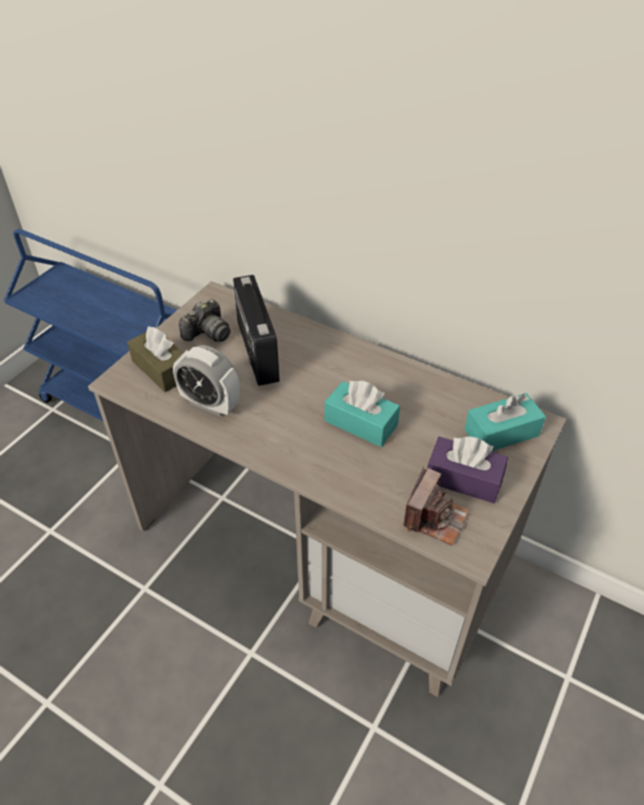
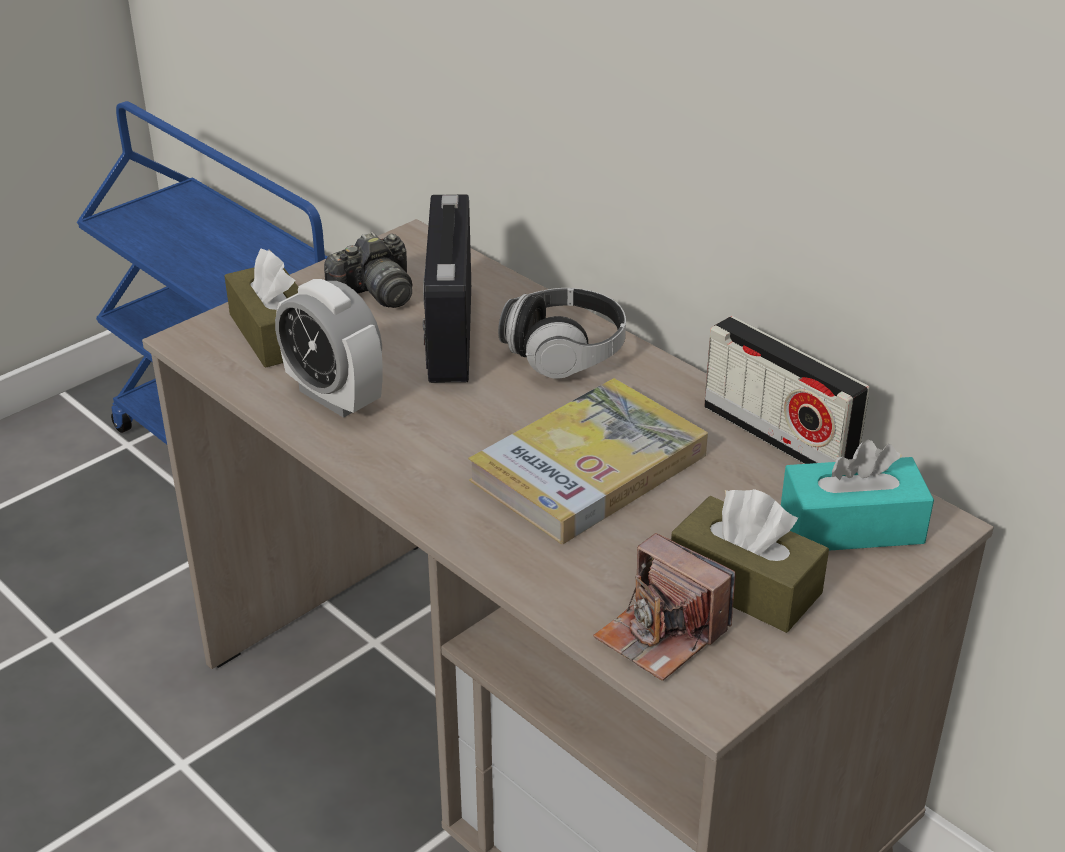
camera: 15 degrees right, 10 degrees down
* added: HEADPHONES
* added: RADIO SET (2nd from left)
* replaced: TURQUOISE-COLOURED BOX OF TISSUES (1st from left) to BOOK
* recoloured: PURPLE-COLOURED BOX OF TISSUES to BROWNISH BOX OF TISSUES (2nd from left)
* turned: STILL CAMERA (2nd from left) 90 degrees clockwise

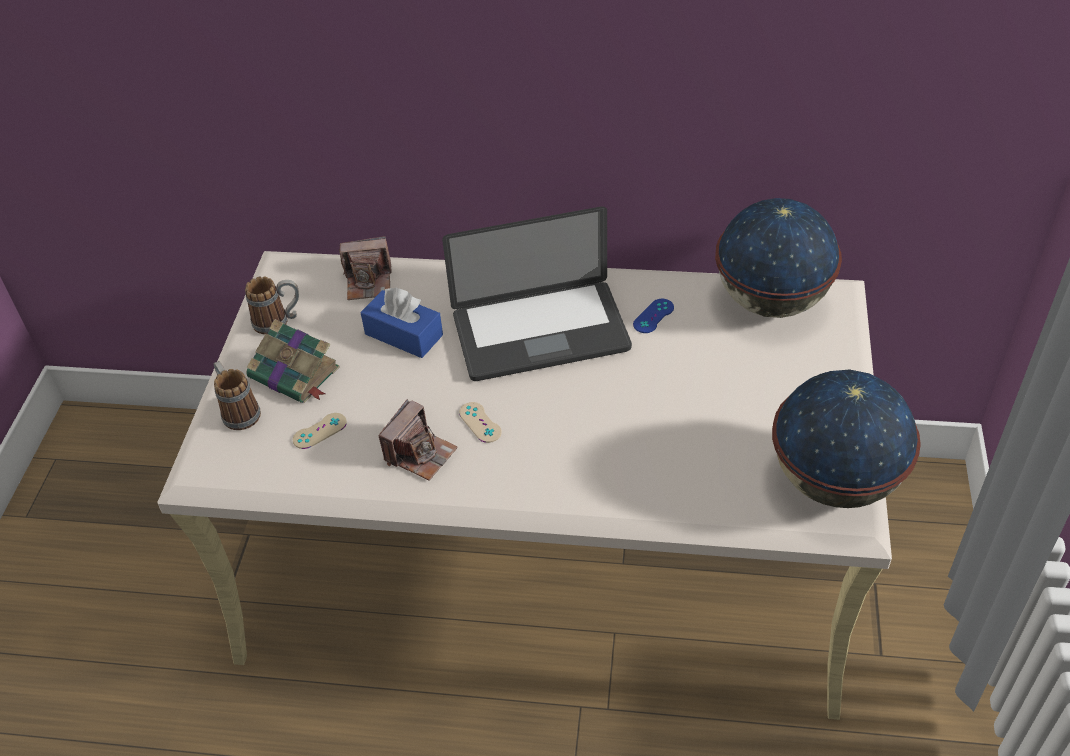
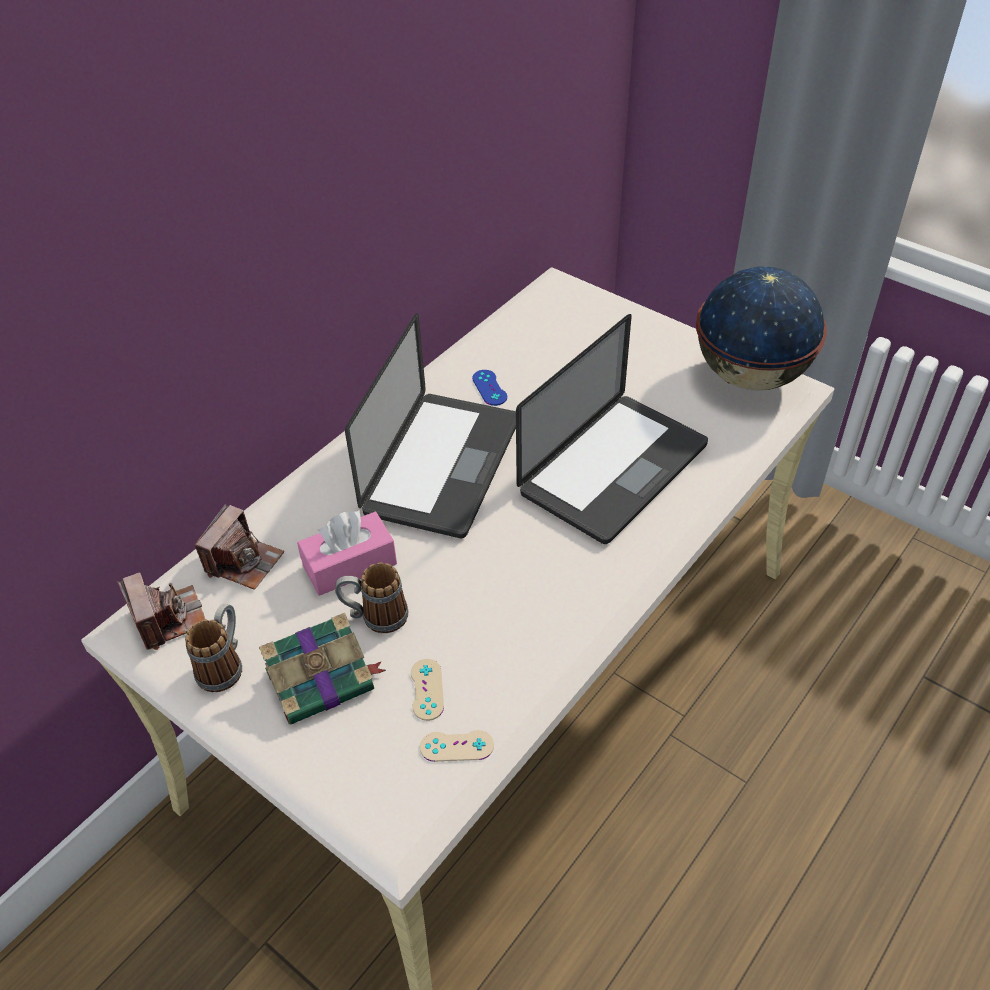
camera: 60 degrees left, 0 degrees up
* removed: DESK GLOBE (1st from left)
* added: LAPTOP (2nd from left)
* moved: MUG (1st from left in the first image) to MUG (2nd from left)
* moved: STILL CAMERA (2nd from left in the first image) to STILL CAMERA (1st from left)
* moved: BEIGE GAME CONTROLLER (2nd from left)
* recoloured: BLUE-COLOURED BOX OF TISSUES to PINK BOX OF TISSUES

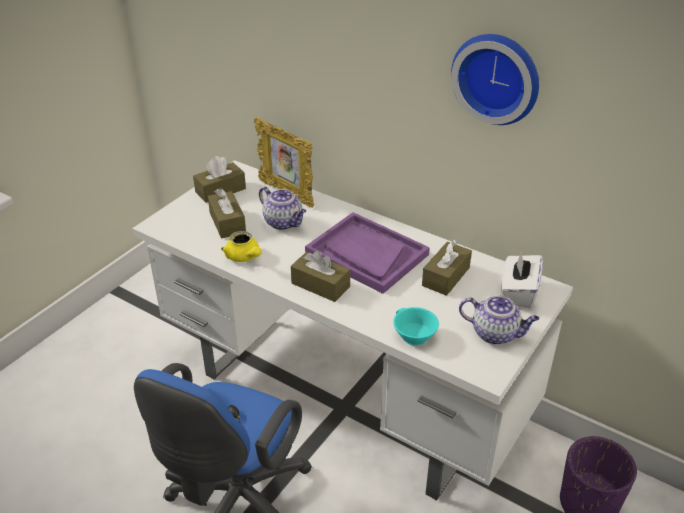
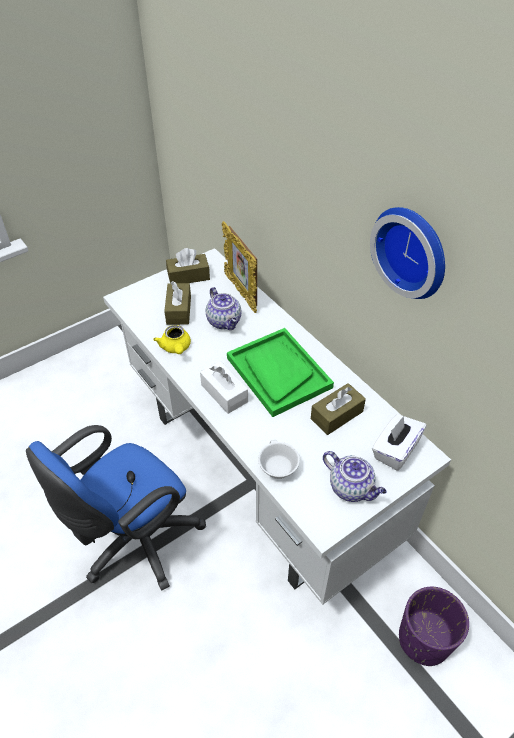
camera: 20 degrees right, 10 degrees up
* recoloured: BROWNISH BOX OF TISSUES (3rd from left) to WHITE-COLOURED BOX OF TISSUES (1st from left)
* recoloured: PURPLE-COLOURED TRAY to GREENISH TRAY
* recoloured: TURQUOISE-COLOURED DRINKING CUP to WHITE-COLOURED DRINKING CUP

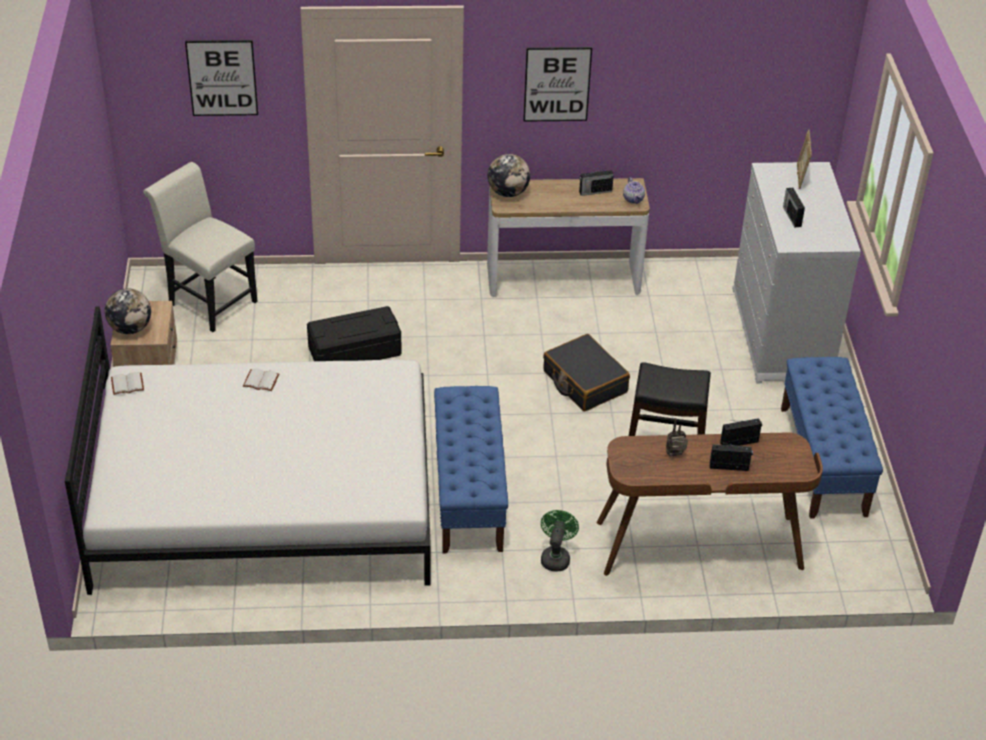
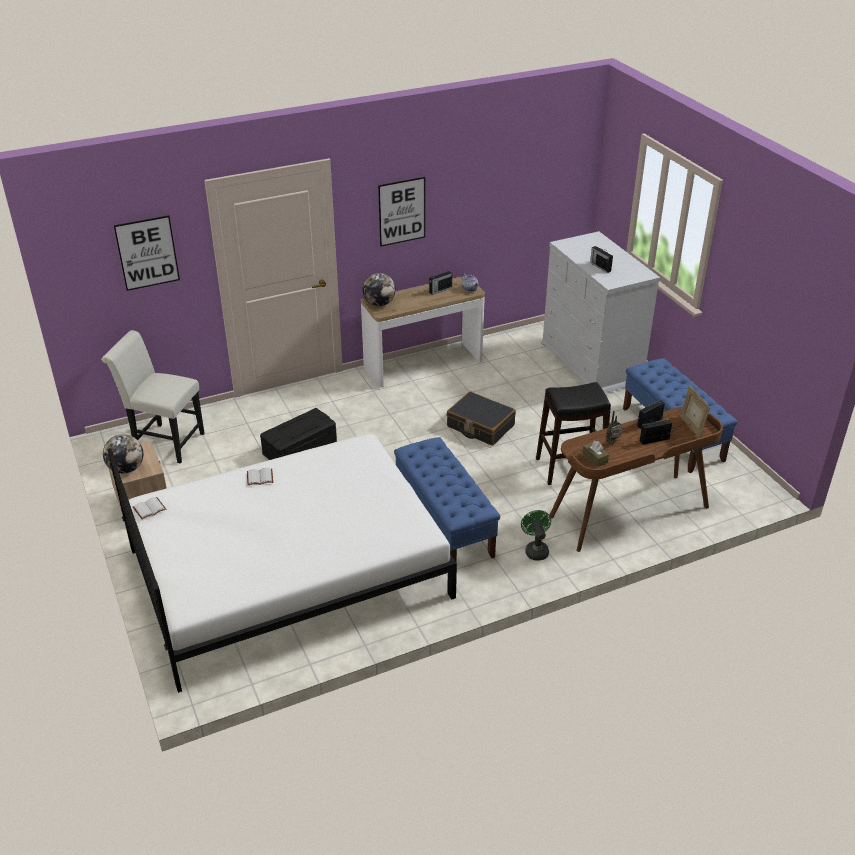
camera: 20 degrees left, 5 degrees down
* added: BROWNISH BOX OF TISSUES
* moved: PHOTO FRAME

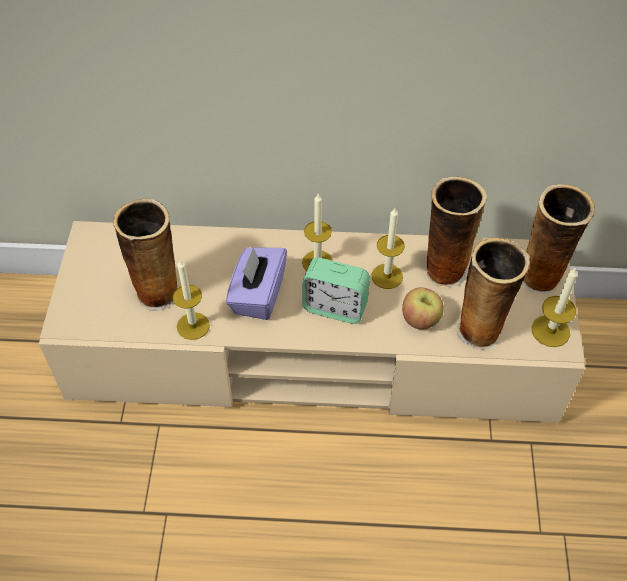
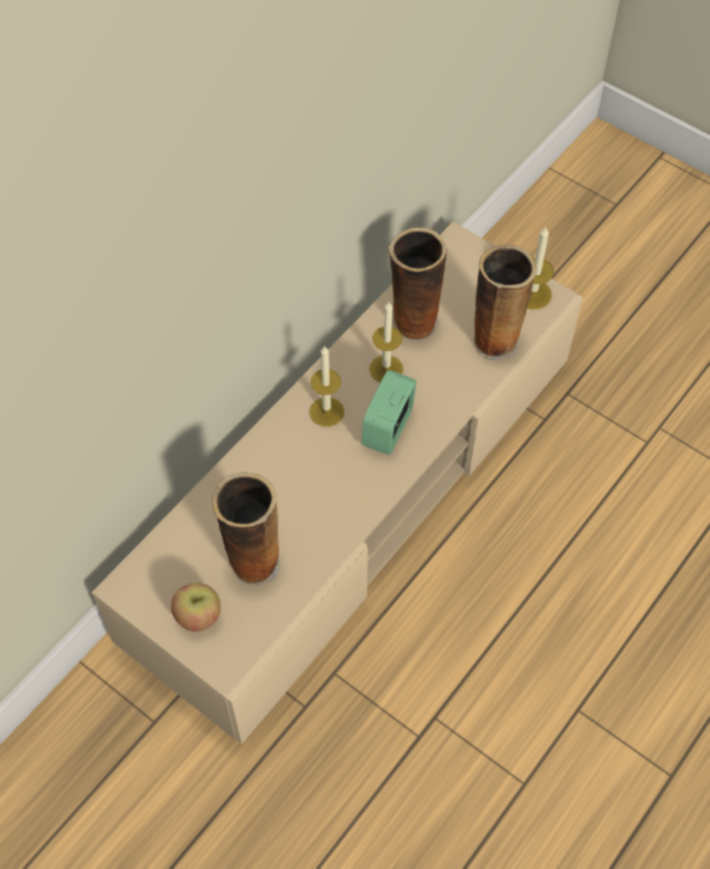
camera: 55 degrees left, 5 degrees up
* removed: CANDLE (1st from left)
* removed: PURPLE-COLOURED BOX OF TISSUES
* removed: FLOWER VASE (4th from left)
* moved: APPLE
* turned: BEDSIDE CLOCK 150 degrees clockwise

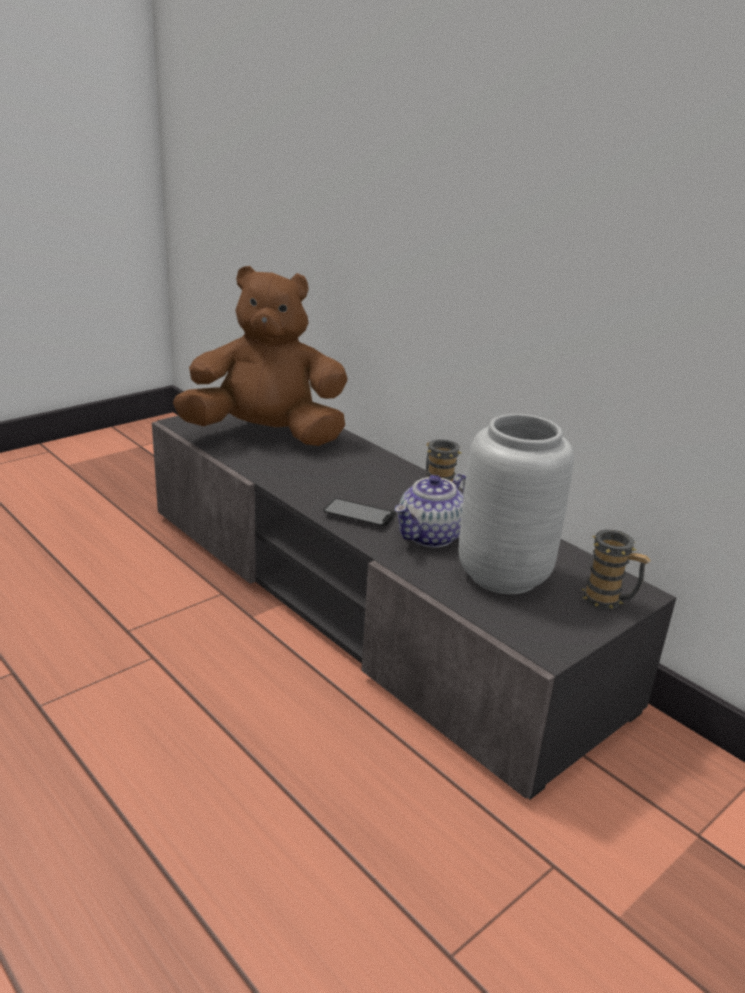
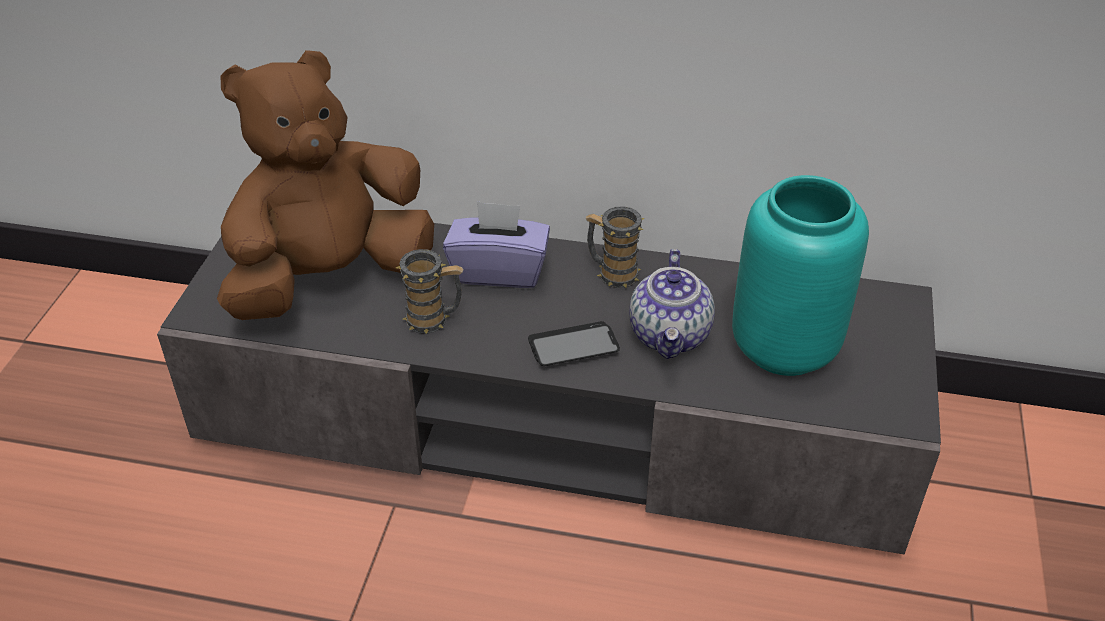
camera: 35 degrees left, 15 degrees up
* added: PURPLE-COLOURED BOX OF TISSUES
* moved: MUG (2nd from left in the first image) to MUG (1st from left)
* recoloured: GRAY FLOWER VASE to TURQUOISE-COLOURED FLOWER VASE

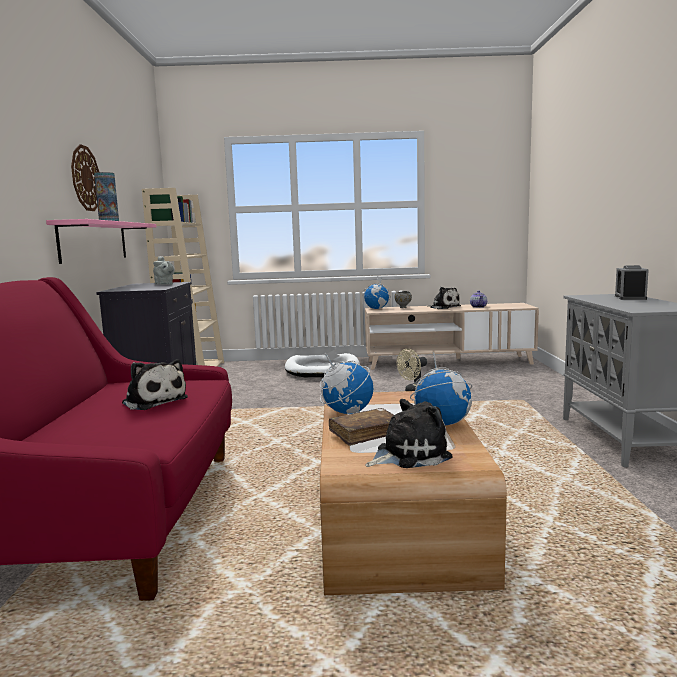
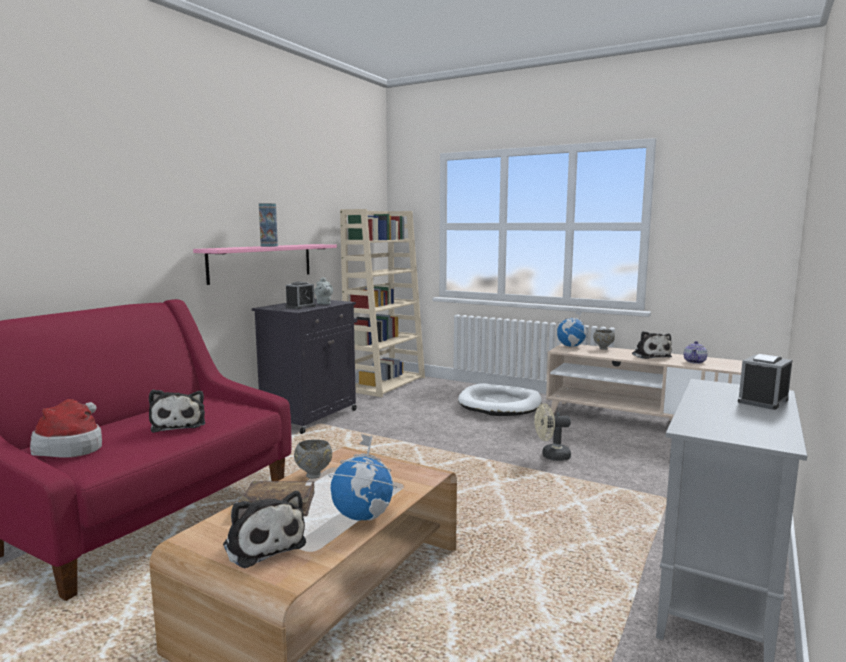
camera: 30 degrees right, 0 degrees up
* removed: WALL CLOCK
* added: CLOTHING HAT
* added: BEDSIDE CLOCK (1st from left)
* replaced: DESK GLOBE (1st from left) to GRAY SERVING BOWL (1st from left)
* turned: CUDDLY TOY (2nd from left) 45 degrees clockwise

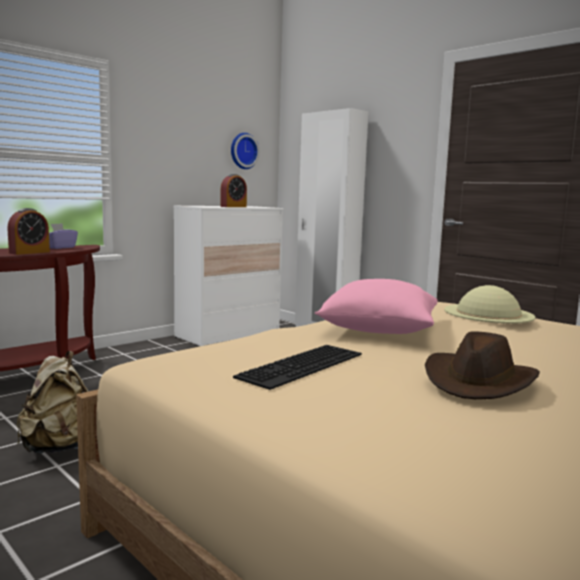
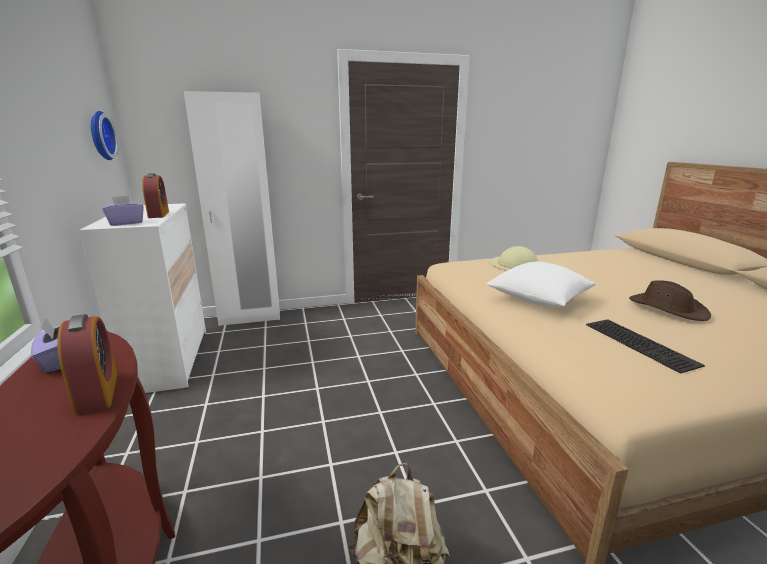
camera: 60 degrees left, 10 degrees up
* added: PURPLE-COLOURED BOX OF TISSUES (2nd from left)
* recoloured: PINK PILLOW to WHITE-COLOURED PILLOW

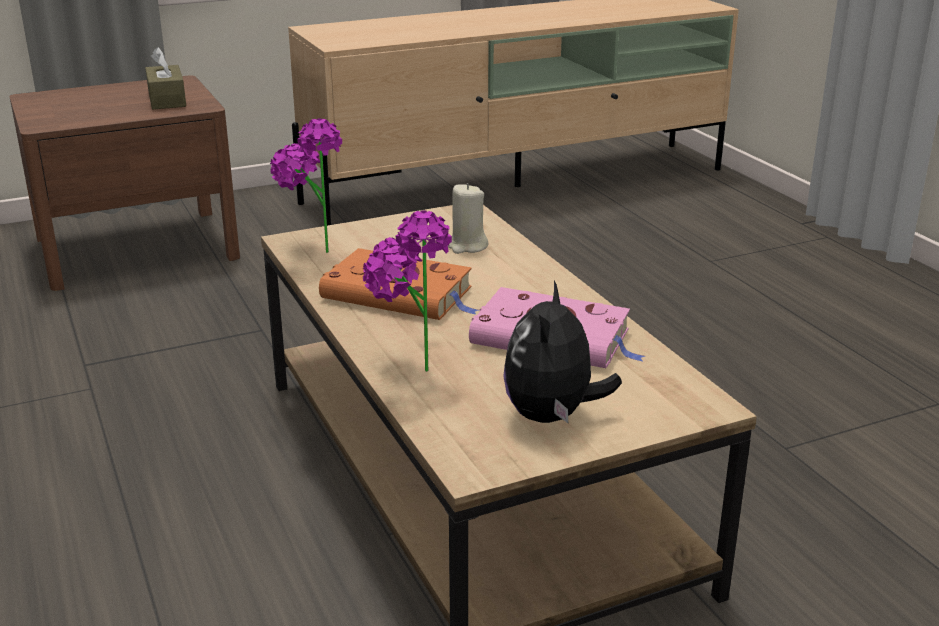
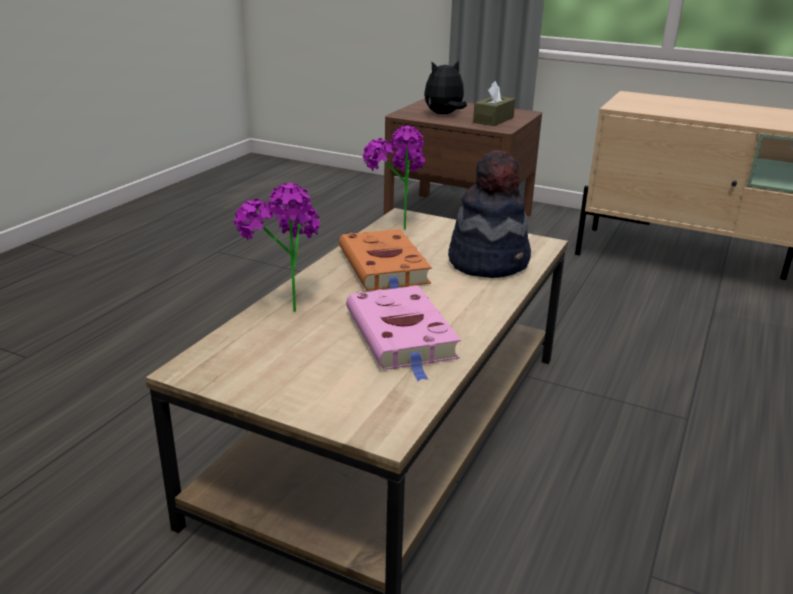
camera: 50 degrees right, 0 degrees up
* moved: CUDDLY TOY
* replaced: BEIGE CANDLE to CLOTHING HAT

